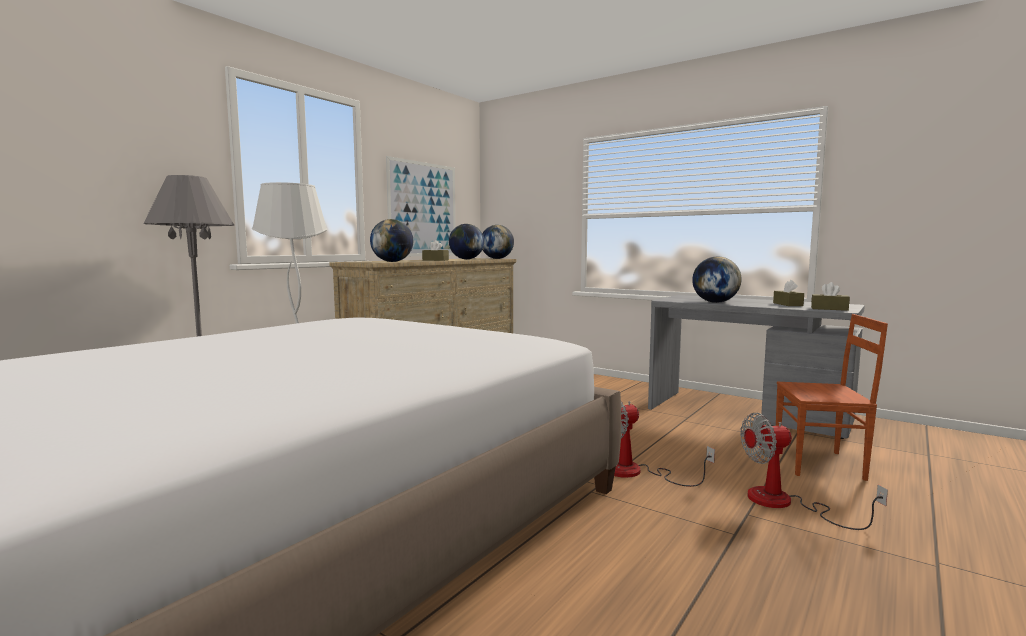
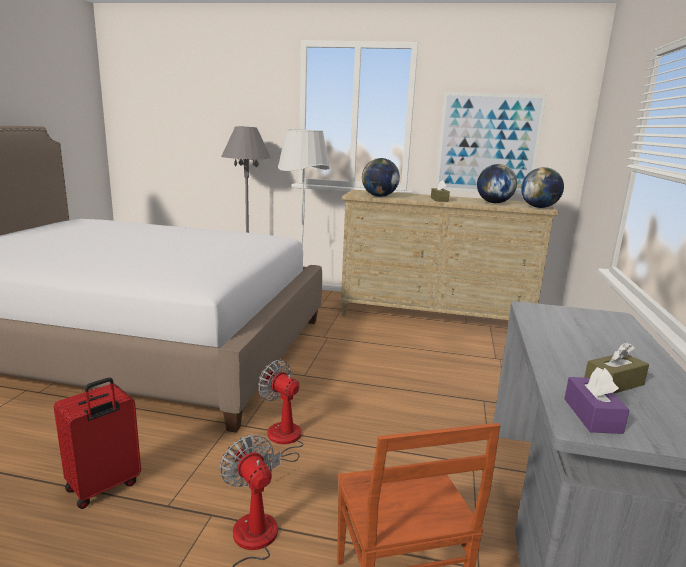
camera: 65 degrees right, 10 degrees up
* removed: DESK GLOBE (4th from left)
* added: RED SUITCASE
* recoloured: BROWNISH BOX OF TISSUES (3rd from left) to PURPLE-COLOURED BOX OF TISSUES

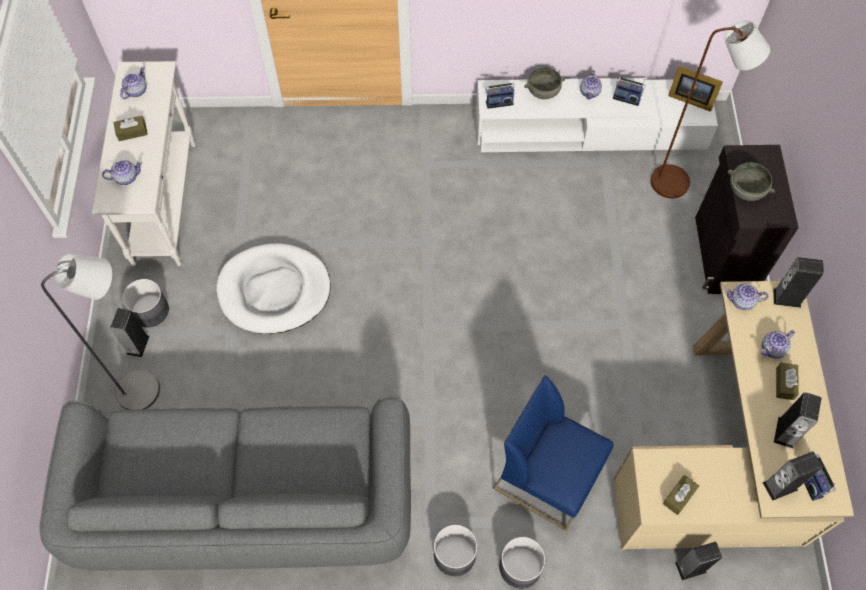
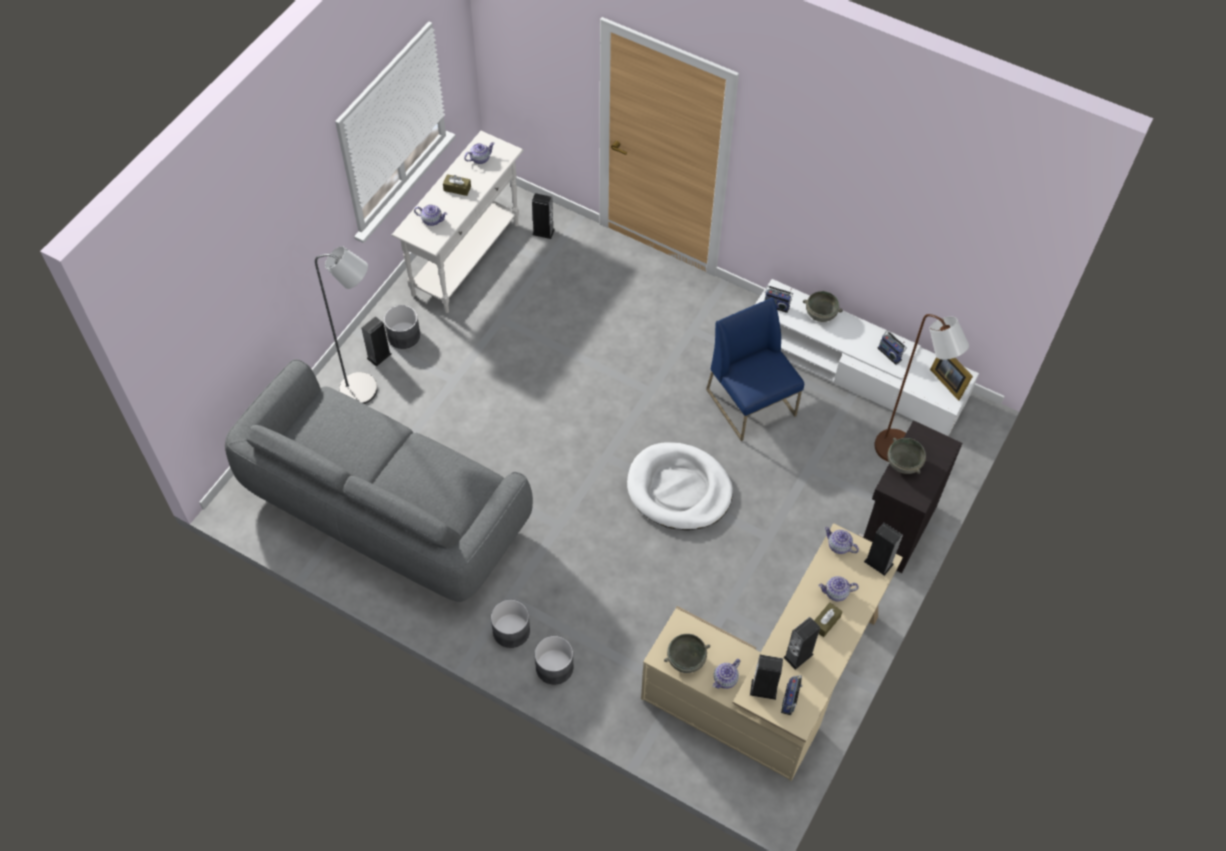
camera: 30 degrees right, 5 degrees down
* moved: WHITE-COLOURED DOG BED
* moved: BLUE-COLOURED UPRIGHT CHAIR
* moved: POT FOR TEA (3rd from left)
* moved: SPEAKER (2nd from left)
* replaced: BROWNISH BOX OF TISSUES (2nd from left) to GRAY SERVING BOWL (1st from left)

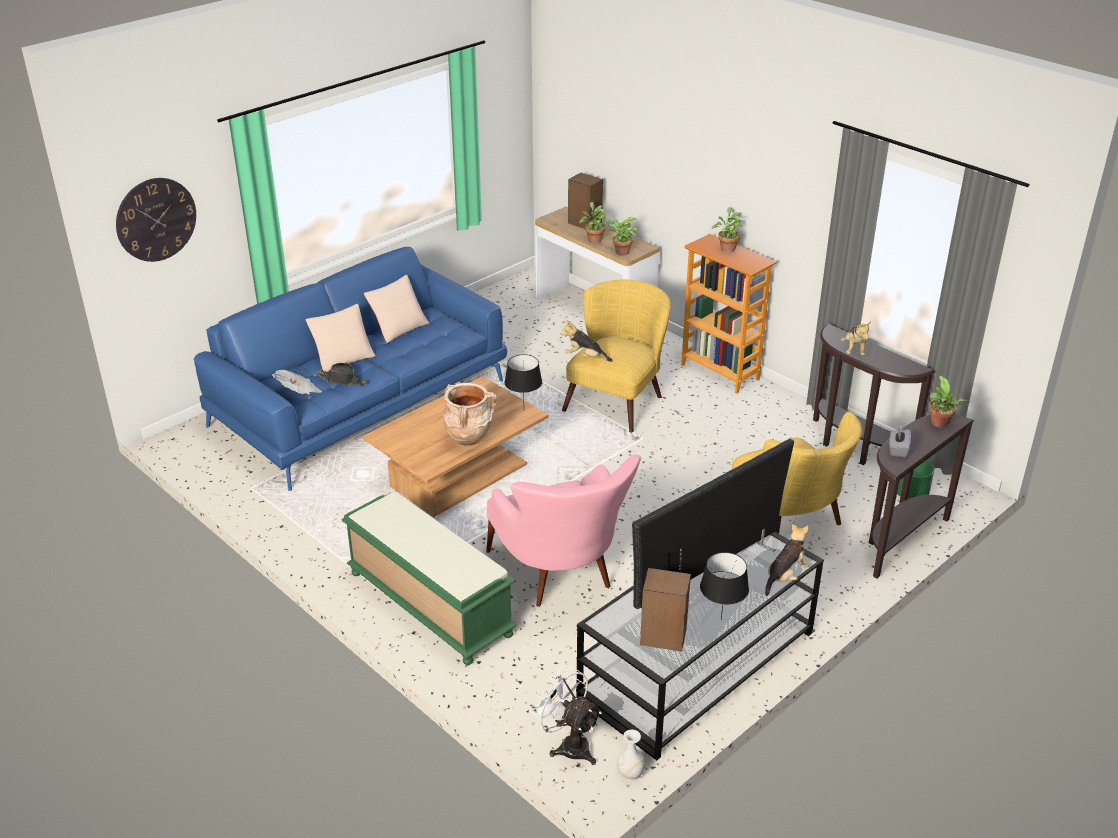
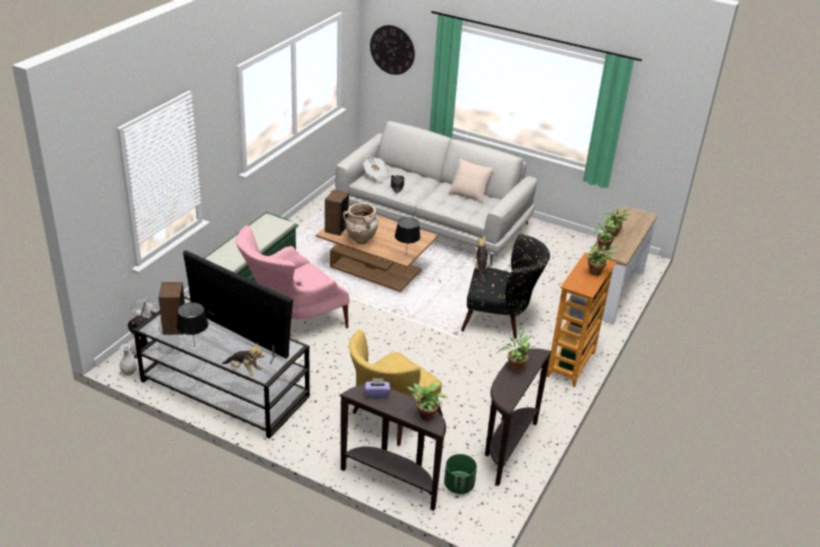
camera: 70 degrees right, 0 degrees up
* removed: BEIGE PILLOW (1st from left)
* moved: SPEAKER (1st from left in the first image) to SPEAKER (2nd from left)
* replaced: CUDDLY TOY (3rd from left) to HOUSEPLANT (2nd from left)
* recoloured: BLUE-COLOURED SETTEE to WHITE-COLOURED SETTEE
* recoloured: YELLOW-COLOURED ARMCHAIR (1st from left) to BLACK-COLOURED ARMCHAIR
* recoloured: GRAY BOX OF TISSUES to PURPLE-COLOURED BOX OF TISSUES

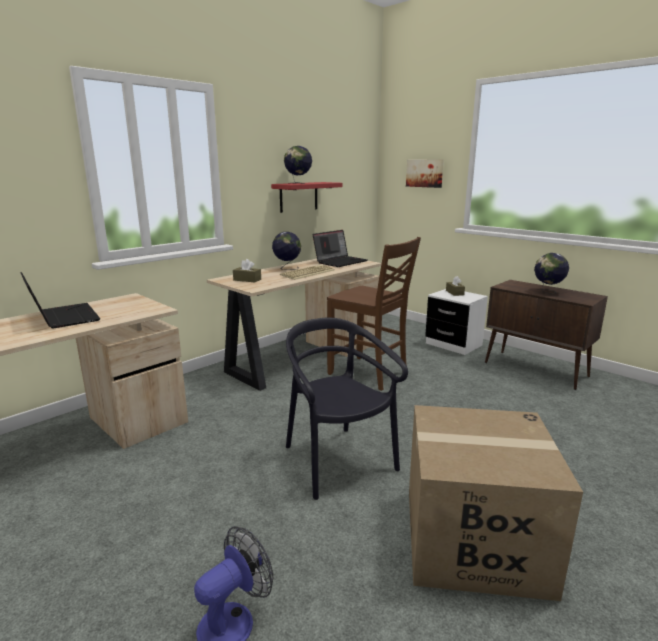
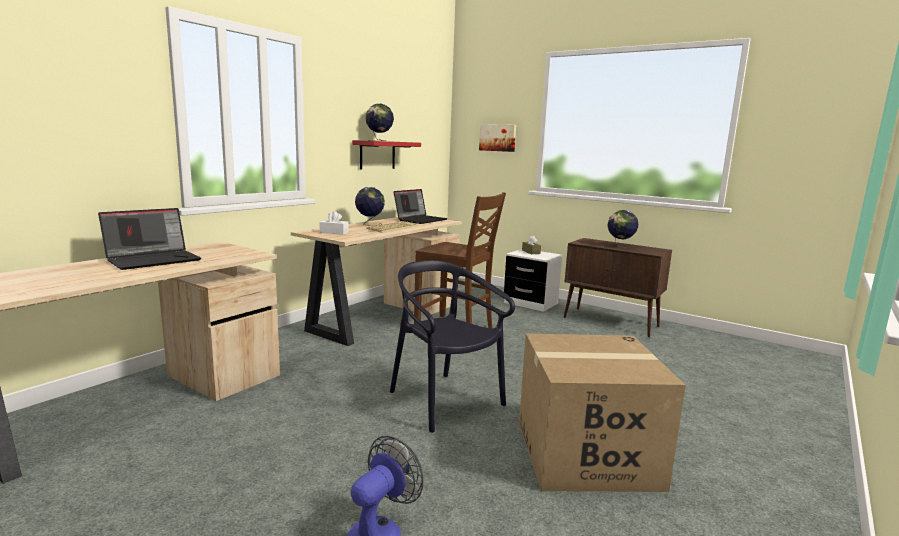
camera: 10 degrees left, 5 degrees down
* recoloured: BROWNISH BOX OF TISSUES (1st from left) to WHITE-COLOURED BOX OF TISSUES
* turned: LAPTOP (1st from left) 90 degrees clockwise

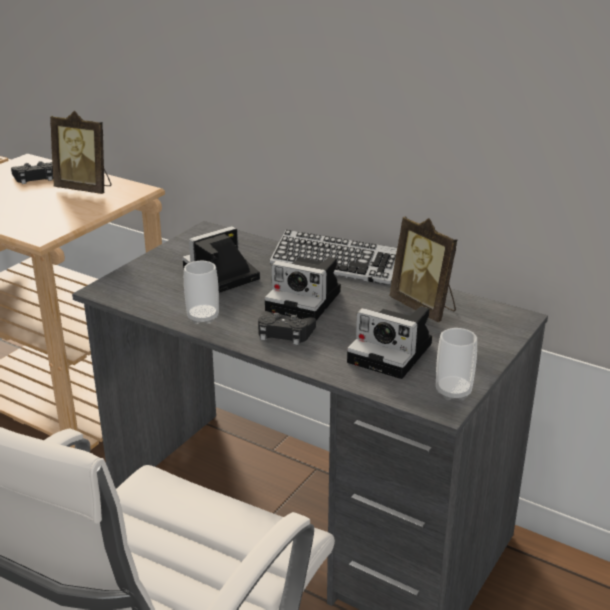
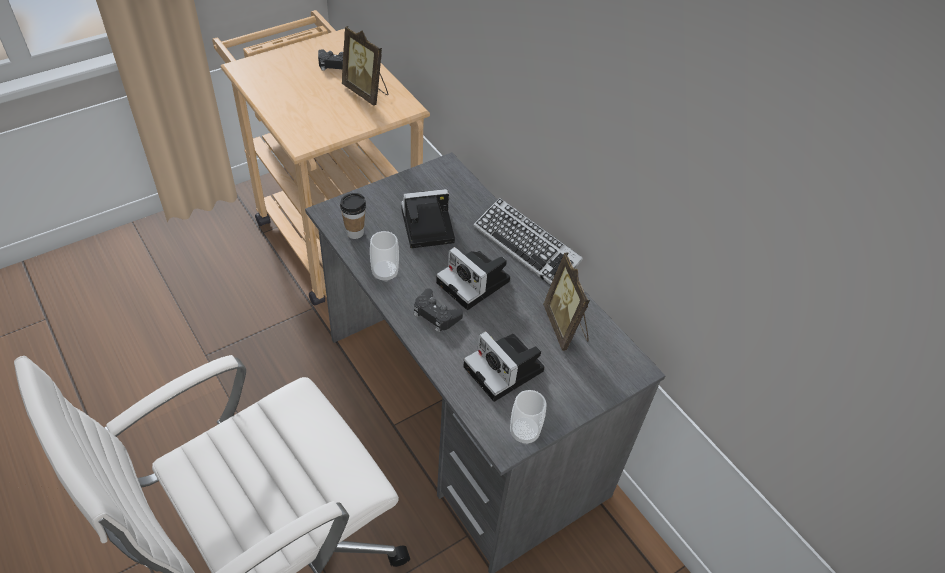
camera: 20 degrees right, 20 degrees up
* added: DRINKING CUP (1st from left)

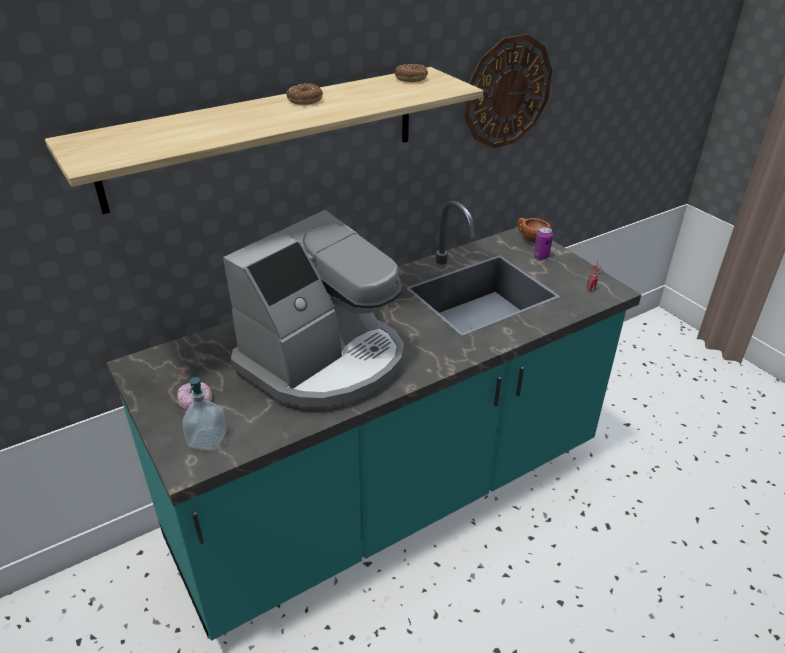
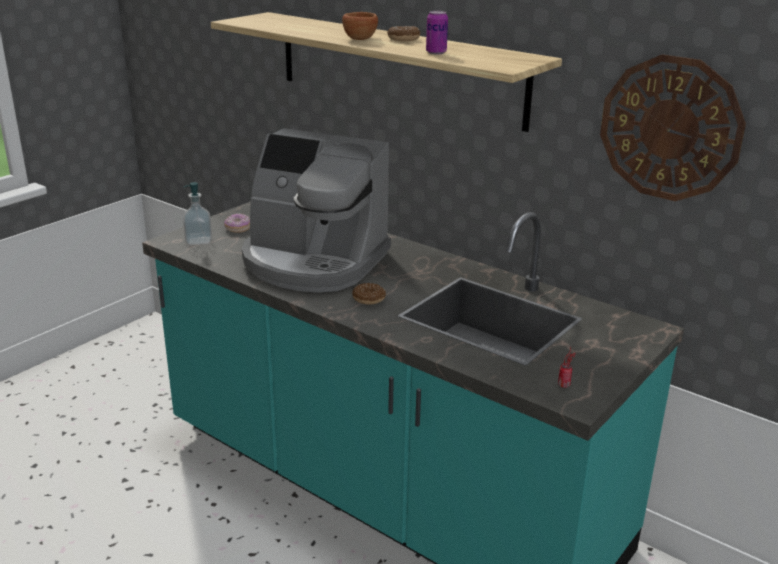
camera: 70 degrees right, 10 degrees down
* moved: DONUT (3rd from left in the first image) to DONUT (2nd from left)
* moved: BROWNISH DRINKING CUP
* moved: SEALED CAN (1st from left)

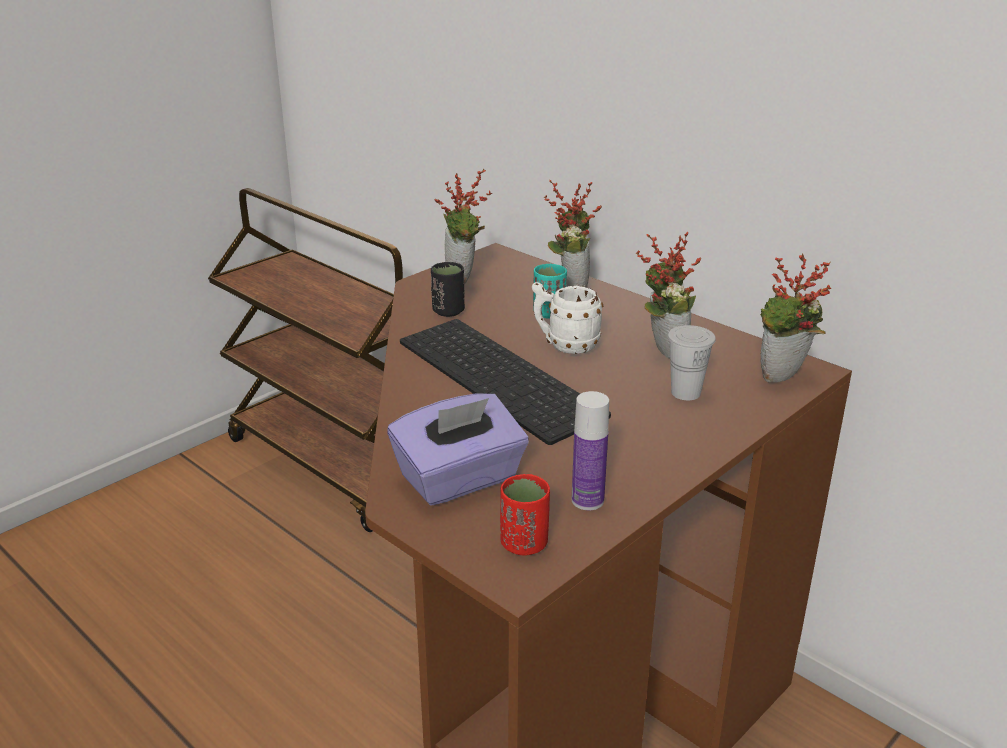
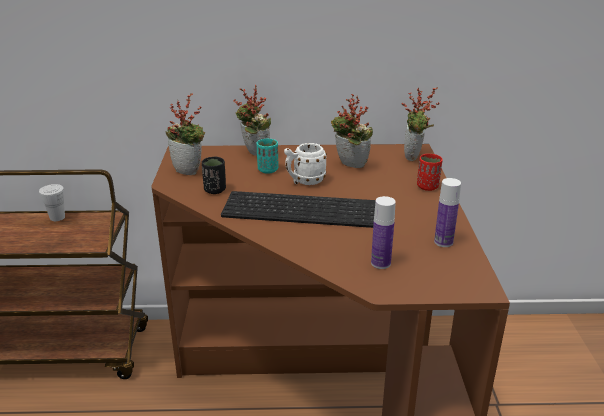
camera: 45 degrees left, 0 degrees up
* moved: RED DRINKING CUP
* moved: WHITE-COLOURED DRINKING CUP
* replaced: PURPLE-COLOURED BOX OF TISSUES to DRINK BOTTLE (1st from left)

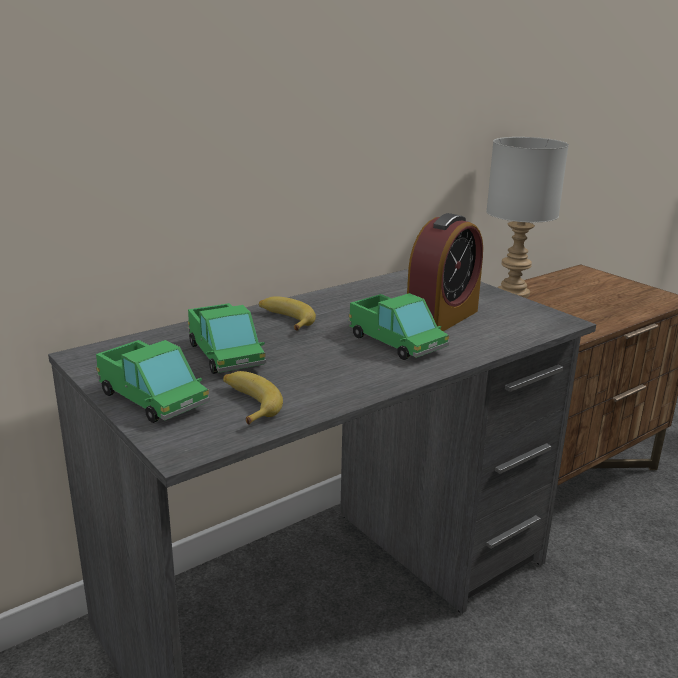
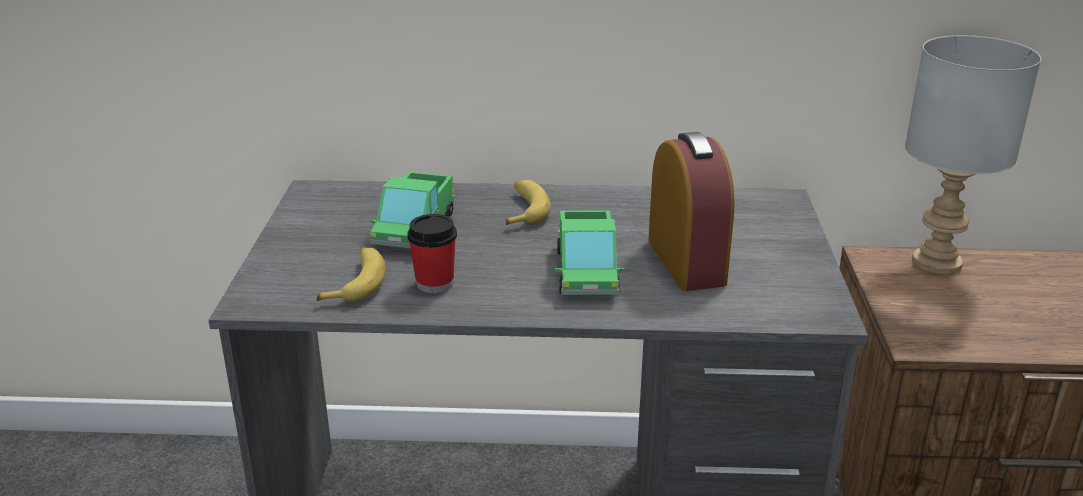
camera: 40 degrees right, 5 degrees up
* removed: MODEL TRUCK (1st from left)
* added: DRINKING CUP
* turned: BEDSIDE CLOCK 90 degrees counterclockwise

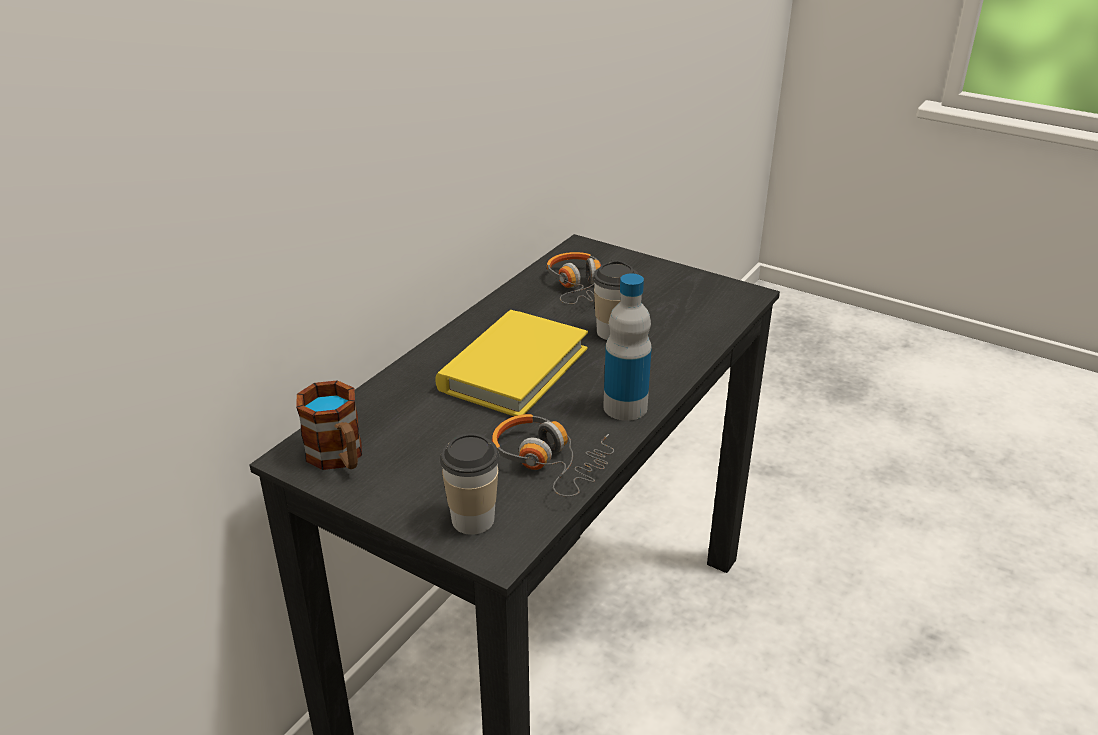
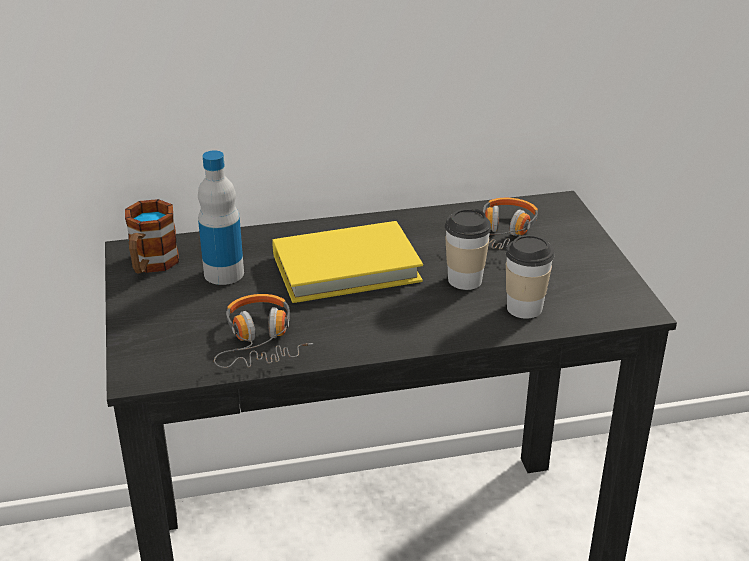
camera: 45 degrees right, 0 degrees up
* moved: DRINKING CUP (1st from left in the first image) to DRINKING CUP (2nd from left)
* moved: DRINK BOTTLE

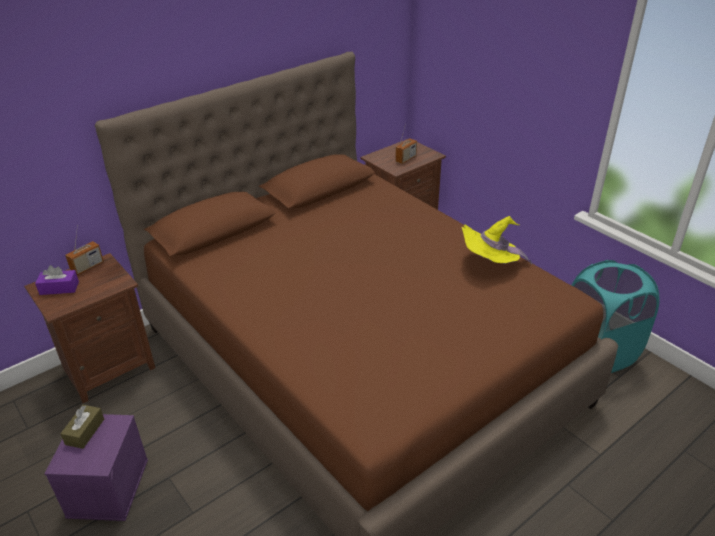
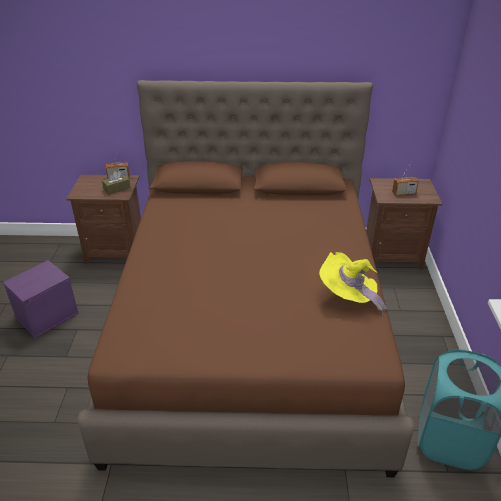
camera: 40 degrees right, 0 degrees up
* removed: PURPLE-COLOURED BOX OF TISSUES
* moved: BROWNISH BOX OF TISSUES

